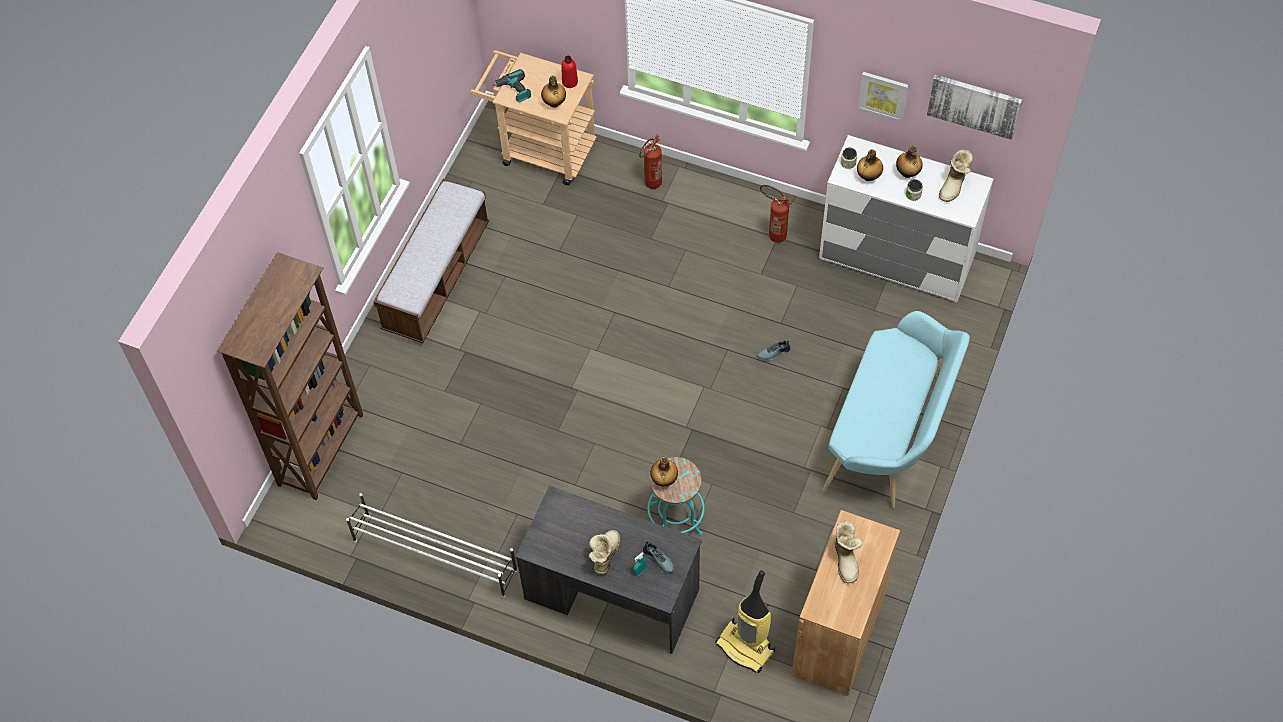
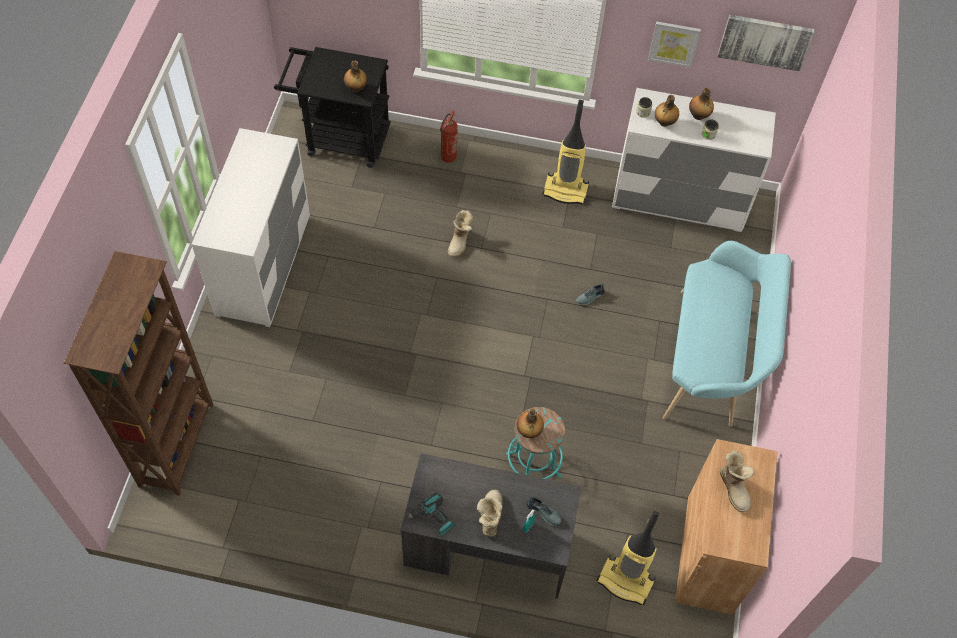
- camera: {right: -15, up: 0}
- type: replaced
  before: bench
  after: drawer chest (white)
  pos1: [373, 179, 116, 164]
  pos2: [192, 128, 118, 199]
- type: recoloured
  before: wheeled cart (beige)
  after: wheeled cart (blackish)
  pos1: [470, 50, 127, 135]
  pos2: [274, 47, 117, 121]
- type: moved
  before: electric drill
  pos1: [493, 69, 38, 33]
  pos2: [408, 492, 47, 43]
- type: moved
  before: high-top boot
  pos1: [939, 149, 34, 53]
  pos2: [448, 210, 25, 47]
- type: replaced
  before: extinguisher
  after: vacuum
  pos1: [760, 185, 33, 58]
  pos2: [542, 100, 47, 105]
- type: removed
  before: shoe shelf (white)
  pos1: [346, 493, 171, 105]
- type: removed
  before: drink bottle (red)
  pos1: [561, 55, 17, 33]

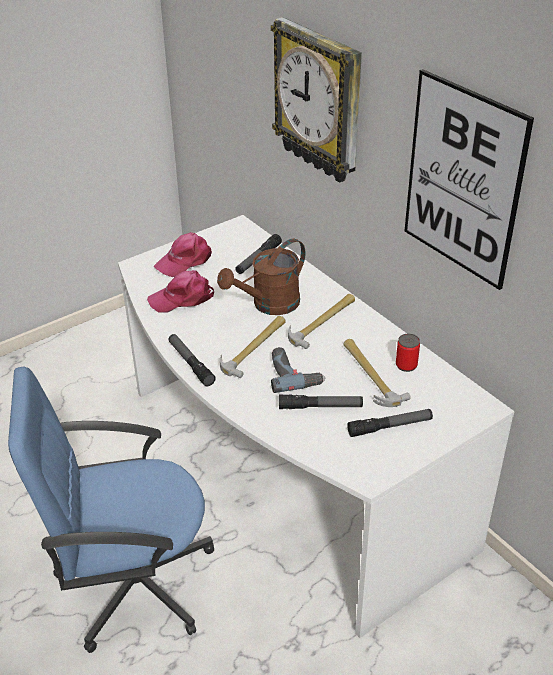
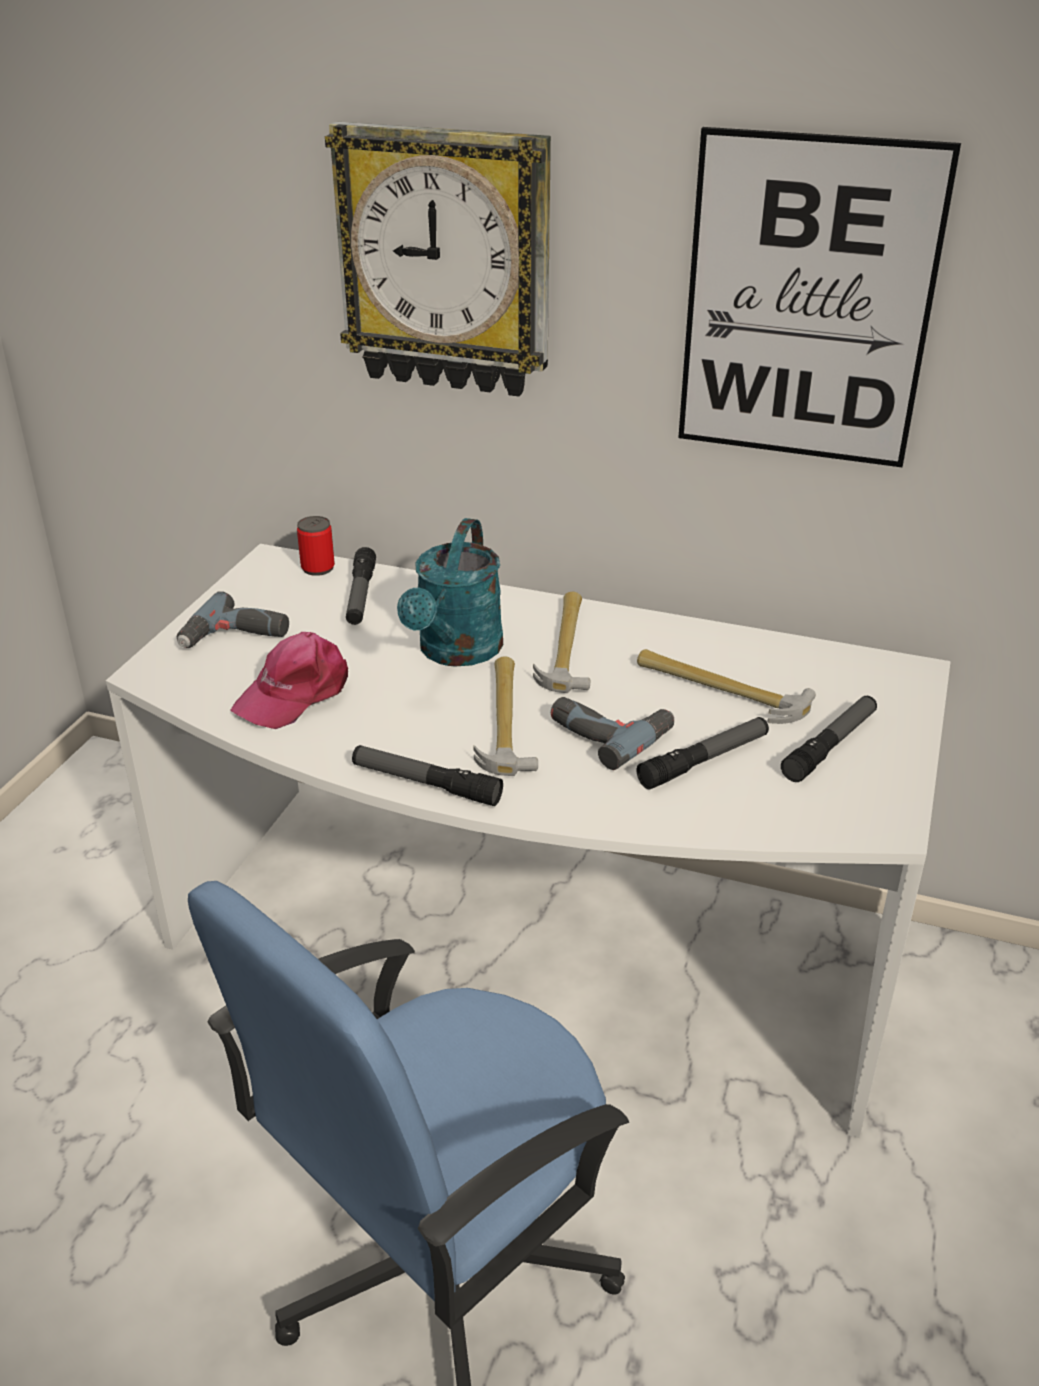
- camera: {right: -35, up: -5}
- type: replaced
  before: cap (pink-coloured)
  after: electric drill
  pos1: [154, 232, 58, 45]
  pos2: [177, 591, 112, 57]
- type: moved
  before: can
  pos1: [396, 334, 24, 38]
  pos2: [297, 516, 38, 60]
- type: recoloured
  before: sprinkling can (brown-coloured)
  after: sprinkling can (turquoise)
  pos1: [217, 239, 88, 76]
  pos2: [397, 518, 106, 148]

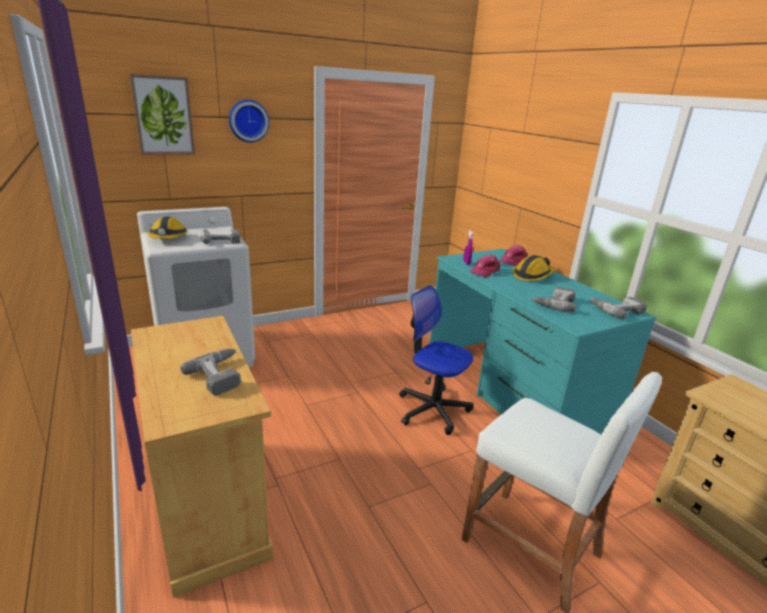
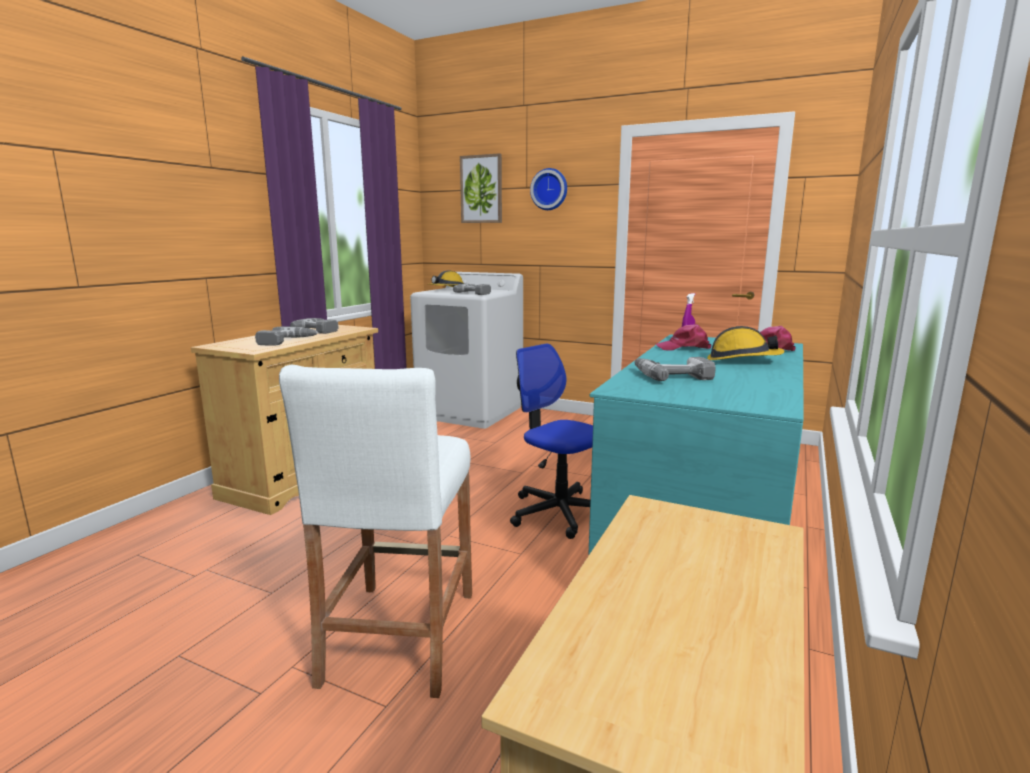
- camera: {right: 55, up: -10}
- type: moved
  before: electric drill
  pos1: [590, 297, 57, 22]
  pos2: [290, 318, 48, 16]
- type: turned
  before: office chair
  pos1: [399, 285, 75, 150]
  pos2: [510, 343, 83, 196]
  turn: -45

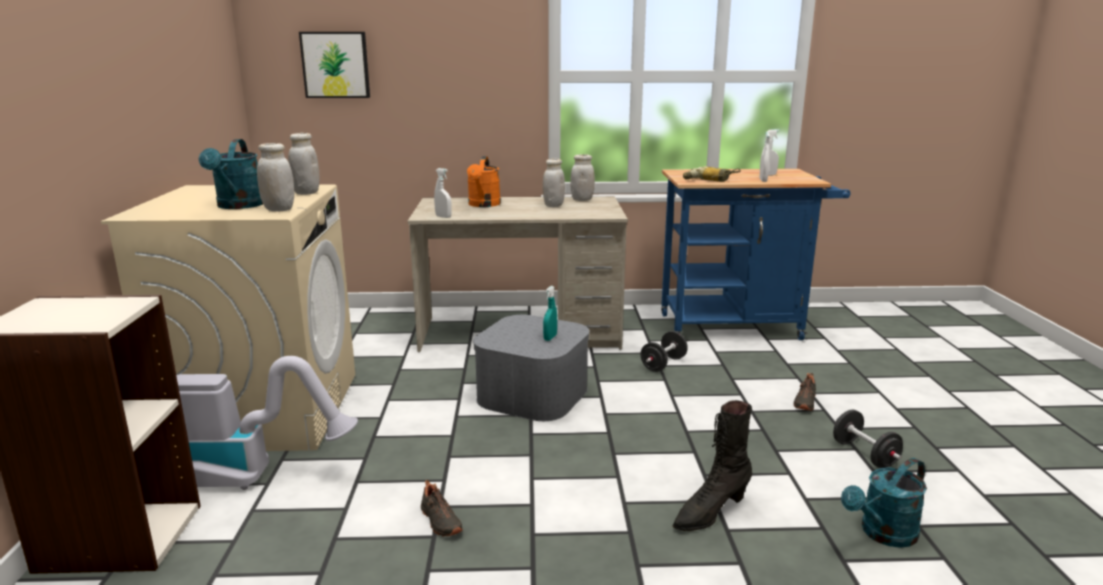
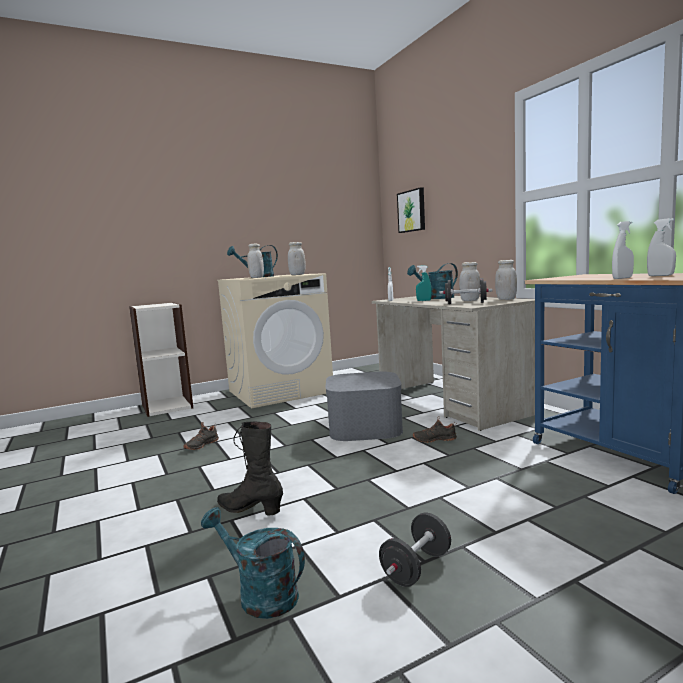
- camera: {right: 65, up: -10}
- type: recoloured
  before: sprinkling can (orange)
  after: sprinkling can (turquoise)
  pos1: [467, 156, 34, 51]
  pos2: [407, 263, 51, 36]
- type: moved
  before: shoe (blackish)
  pos1: [794, 373, 22, 38]
  pos2: [413, 416, 44, 27]
- type: moved
  before: sprayer (turquoise)
  pos1: [543, 286, 14, 55]
  pos2: [416, 265, 16, 36]
- type: moved
  before: free weight (blackish)
  pos1: [641, 331, 47, 41]
  pos2: [439, 278, 54, 26]
- type: removed
  before: vacuum
  pos1: [176, 356, 182, 134]
- type: removed
  before: electric drill
  pos1: [683, 166, 58, 16]

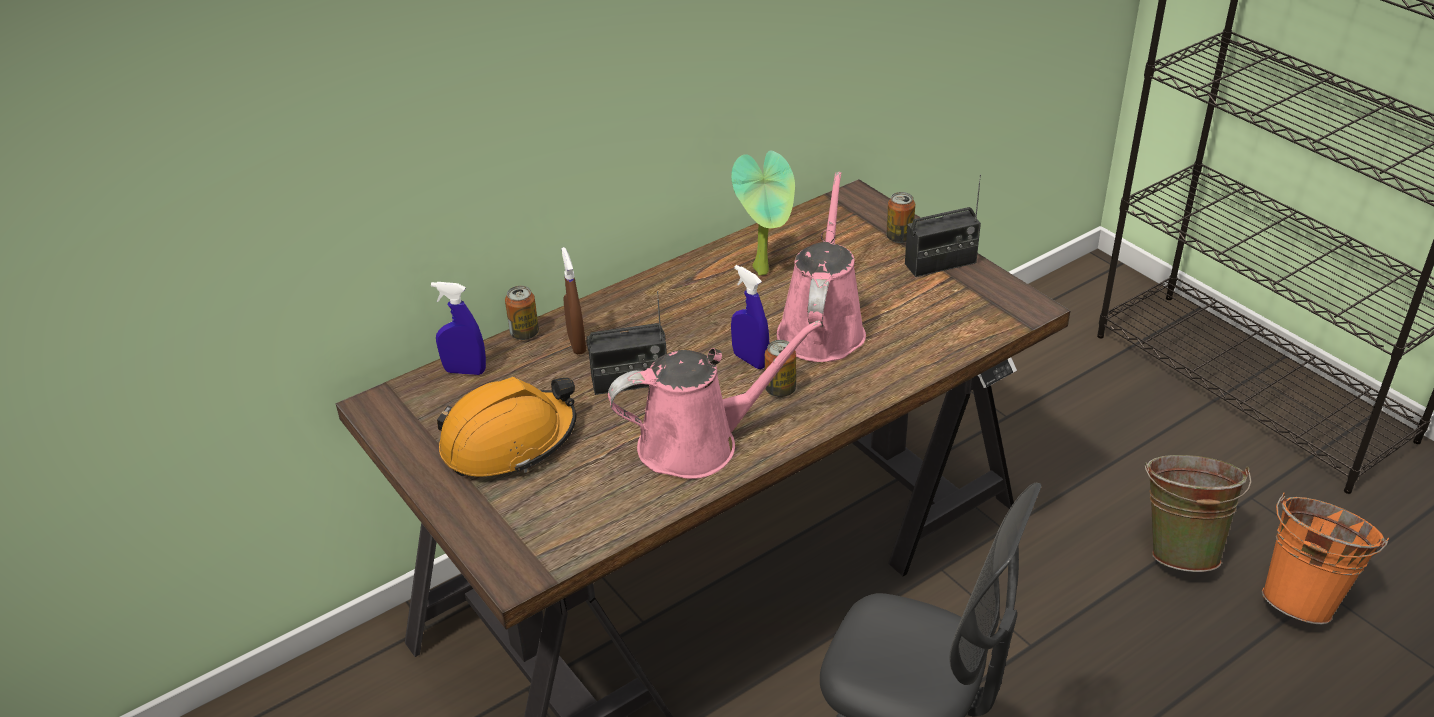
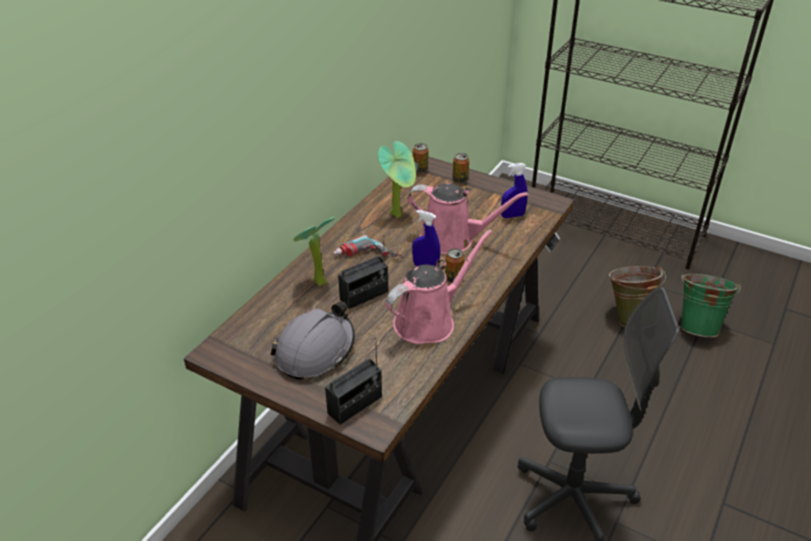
- camera: {right: -25, up: 0}
- type: recoloured
  before: hard hat (orange)
  after: hard hat (gray)
  pos1: [437, 377, 139, 99]
  pos2: [271, 302, 84, 78]
- type: replaced
  before: sprayer (brown-coloured)
  after: potted plant
  pos1: [562, 247, 24, 108]
  pos2: [294, 217, 41, 69]
- type: moved
  before: radio set
  pos1: [905, 174, 76, 103]
  pos2: [325, 338, 57, 87]
- type: added
  after: electric drill
  pos2: [333, 235, 70, 23]
- type: turned
  before: sprinkling can (pink-coloured)
  pos1: [777, 172, 89, 190]
  pos2: [407, 183, 121, 71]
  turn: 120
- type: moved
  before: can
  pos1: [505, 286, 34, 54]
  pos2: [413, 143, 16, 30]
- type: moved
  before: sprayer (blue-coloured)
  pos1: [431, 282, 55, 93]
  pos2: [501, 163, 27, 55]
- type: recoloured
  before: water bucket (orange)
  after: water bucket (greenish)
  pos1: [1262, 493, 127, 131]
  pos2: [681, 274, 60, 63]

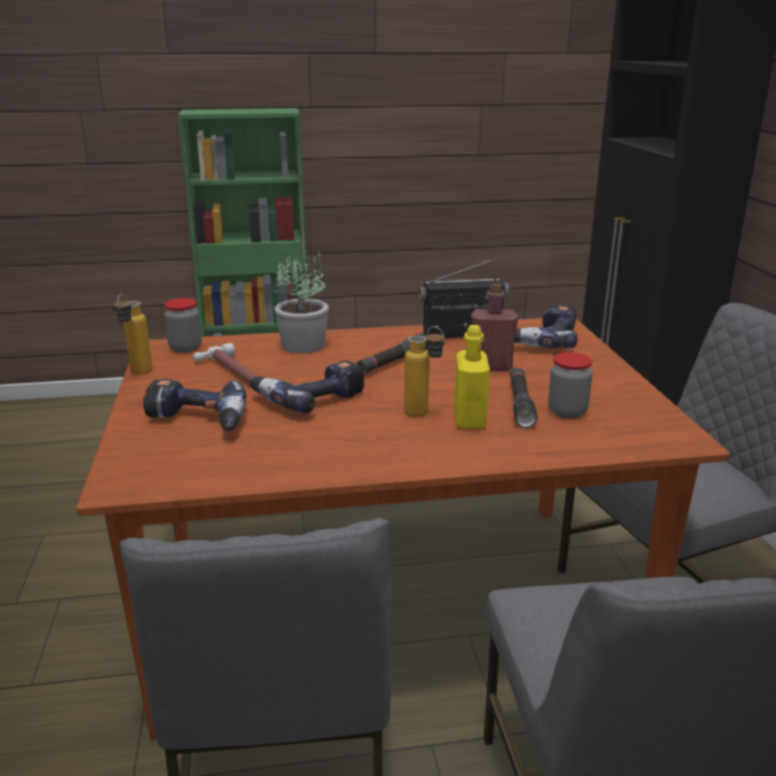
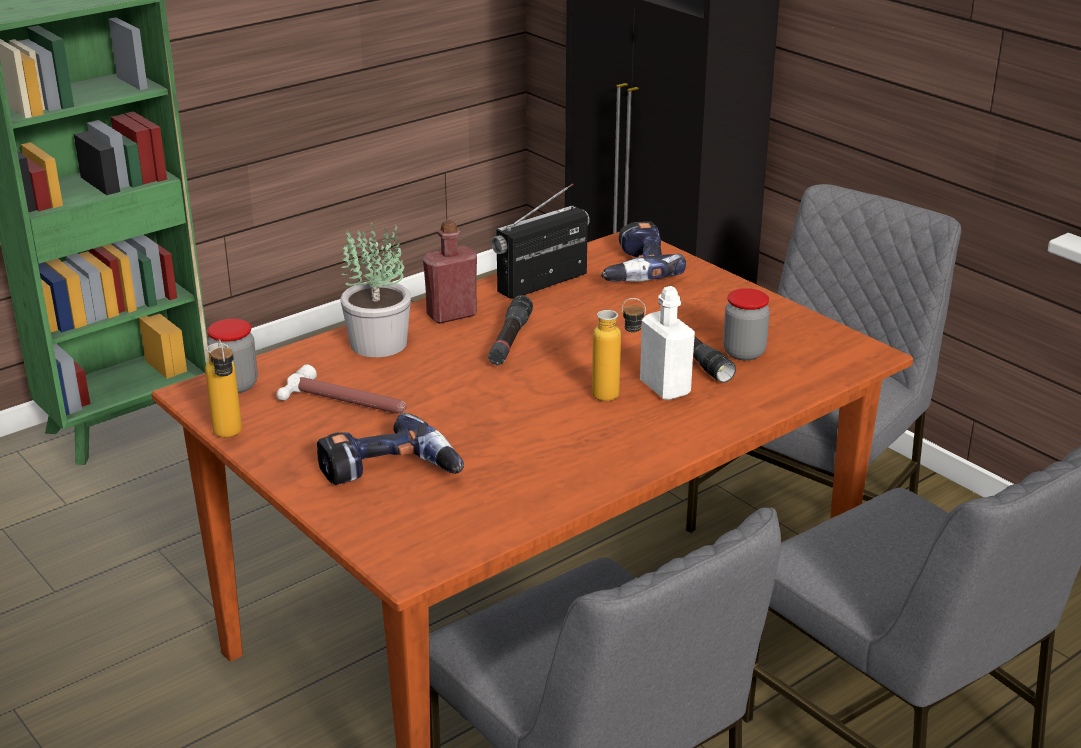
- camera: {right: -30, up: 5}
- type: moved
  before: drink bottle (red)
  pos1: [471, 283, 47, 88]
  pos2: [423, 220, 54, 104]
- type: recoloured
  before: drink bottle (yellow)
  after: drink bottle (white)
  pos1: [454, 325, 36, 104]
  pos2: [640, 286, 55, 114]
- type: removed
  before: electric drill
  pos1: [249, 361, 115, 52]

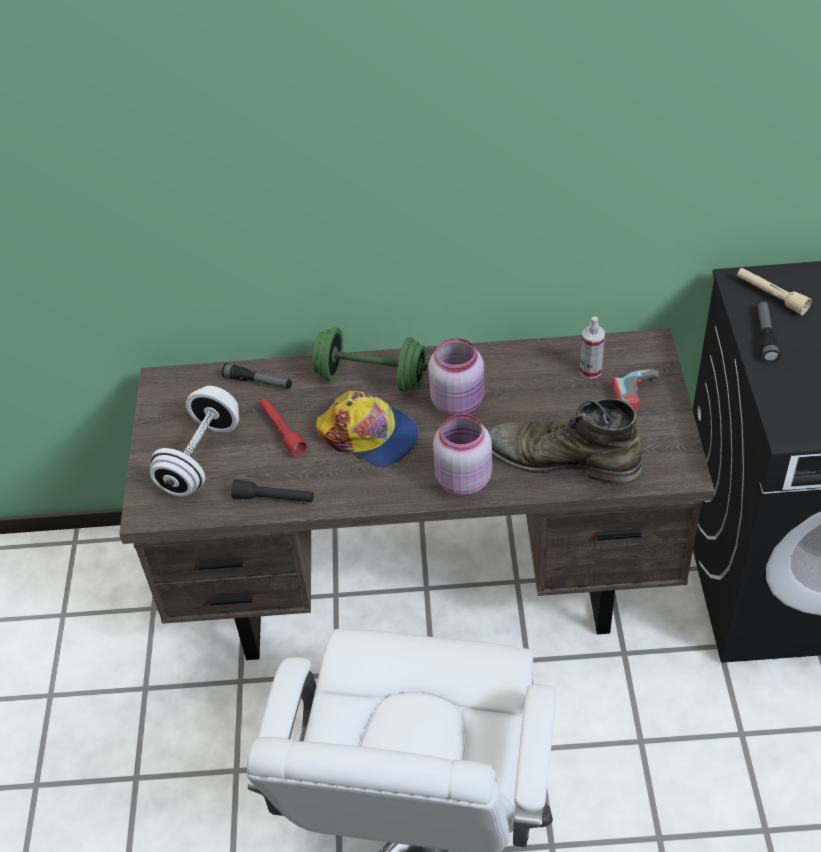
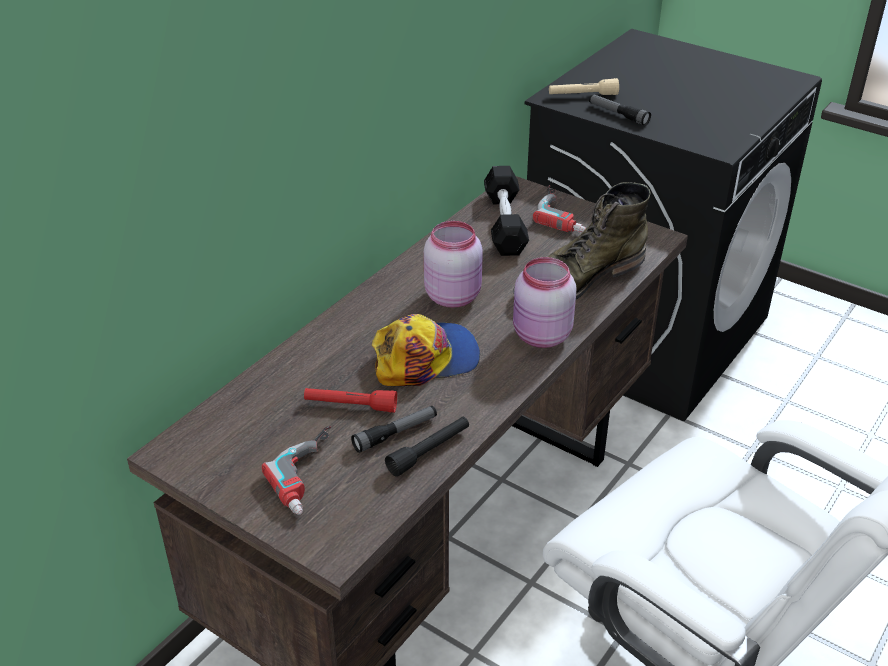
- camera: {right: -55, up: -10}
- type: replaced
  before: free weight (white)
  after: electric drill
  pos1: [150, 386, 89, 110]
  pos2: [262, 426, 69, 89]
- type: moved
  before: flashlight
  pos1: [222, 363, 70, 26]
  pos2: [351, 406, 86, 47]
- type: replaced
  before: sprayer
  after: free weight (blackish)
  pos1: [580, 317, 25, 62]
  pos2: [484, 166, 45, 90]
- type: removed
  before: free weight (greenish)
  pos1: [312, 327, 115, 65]

